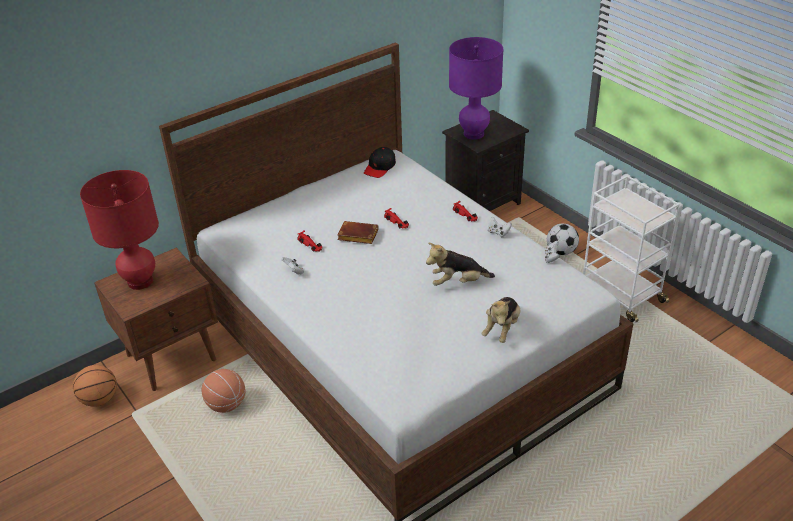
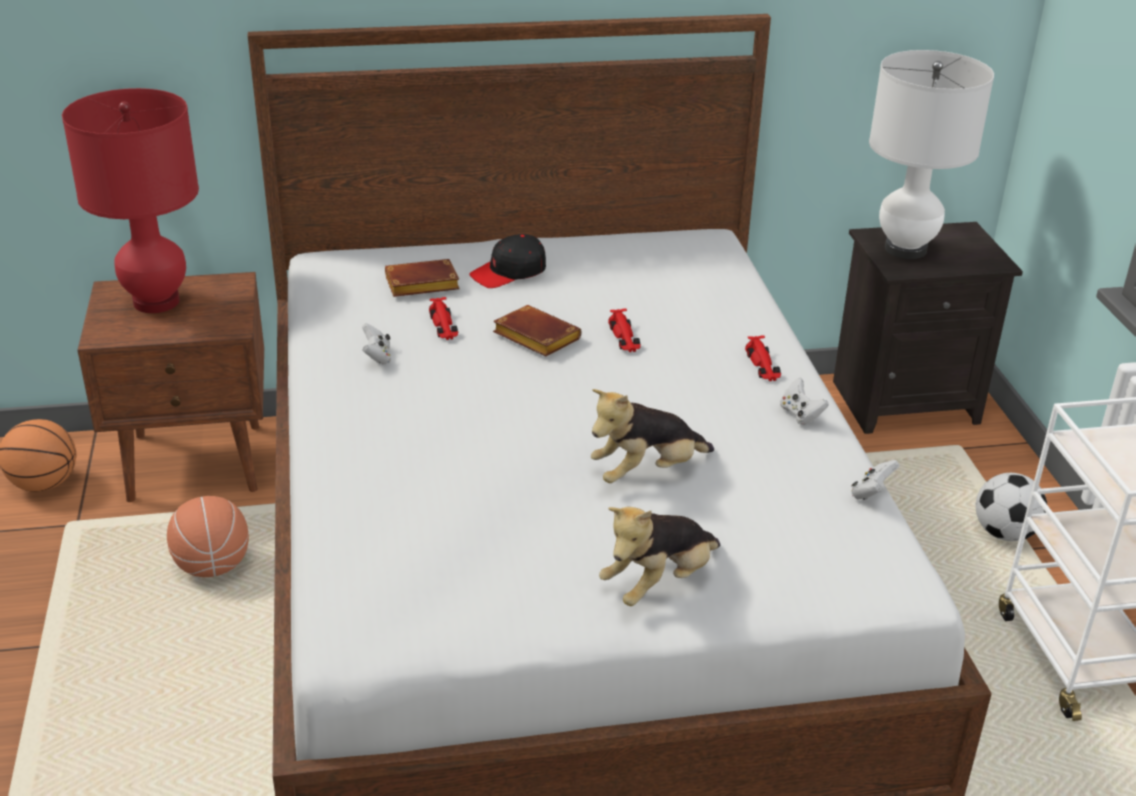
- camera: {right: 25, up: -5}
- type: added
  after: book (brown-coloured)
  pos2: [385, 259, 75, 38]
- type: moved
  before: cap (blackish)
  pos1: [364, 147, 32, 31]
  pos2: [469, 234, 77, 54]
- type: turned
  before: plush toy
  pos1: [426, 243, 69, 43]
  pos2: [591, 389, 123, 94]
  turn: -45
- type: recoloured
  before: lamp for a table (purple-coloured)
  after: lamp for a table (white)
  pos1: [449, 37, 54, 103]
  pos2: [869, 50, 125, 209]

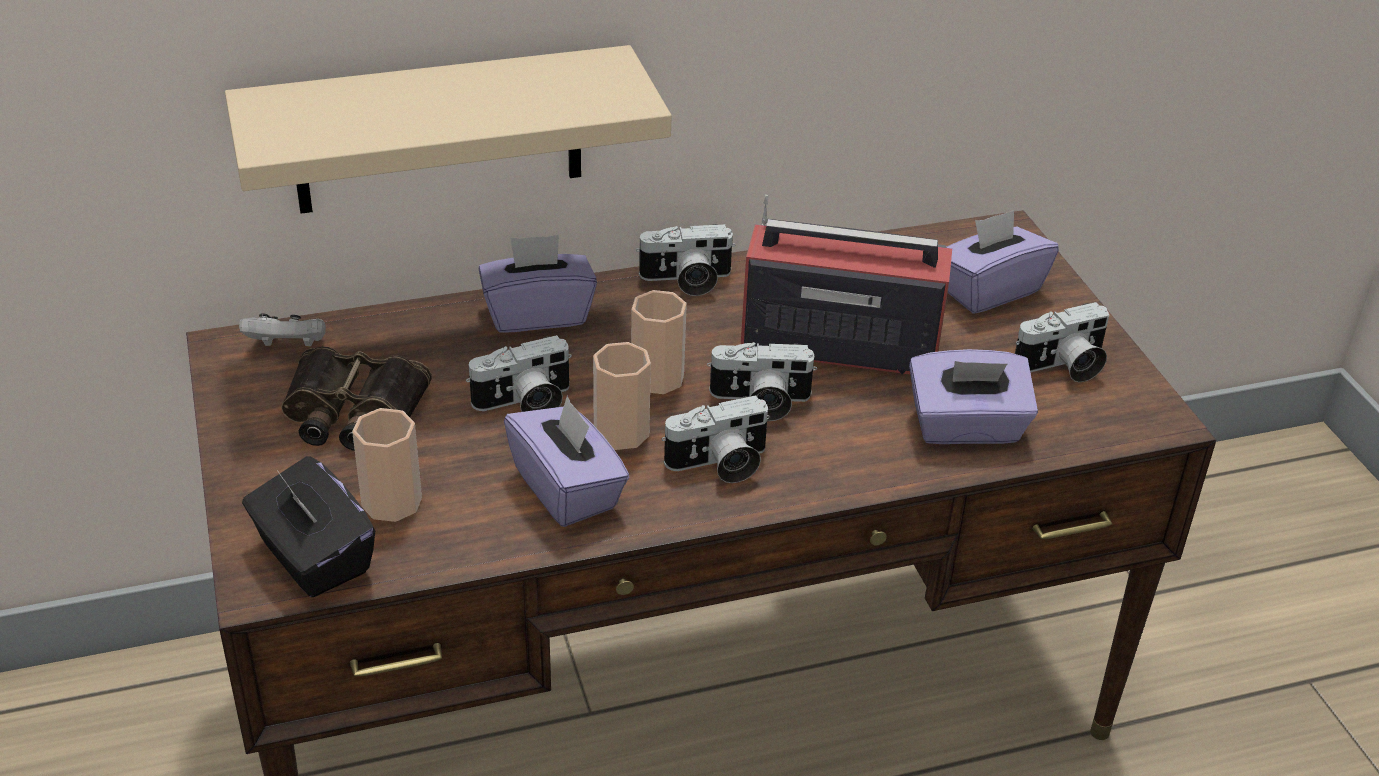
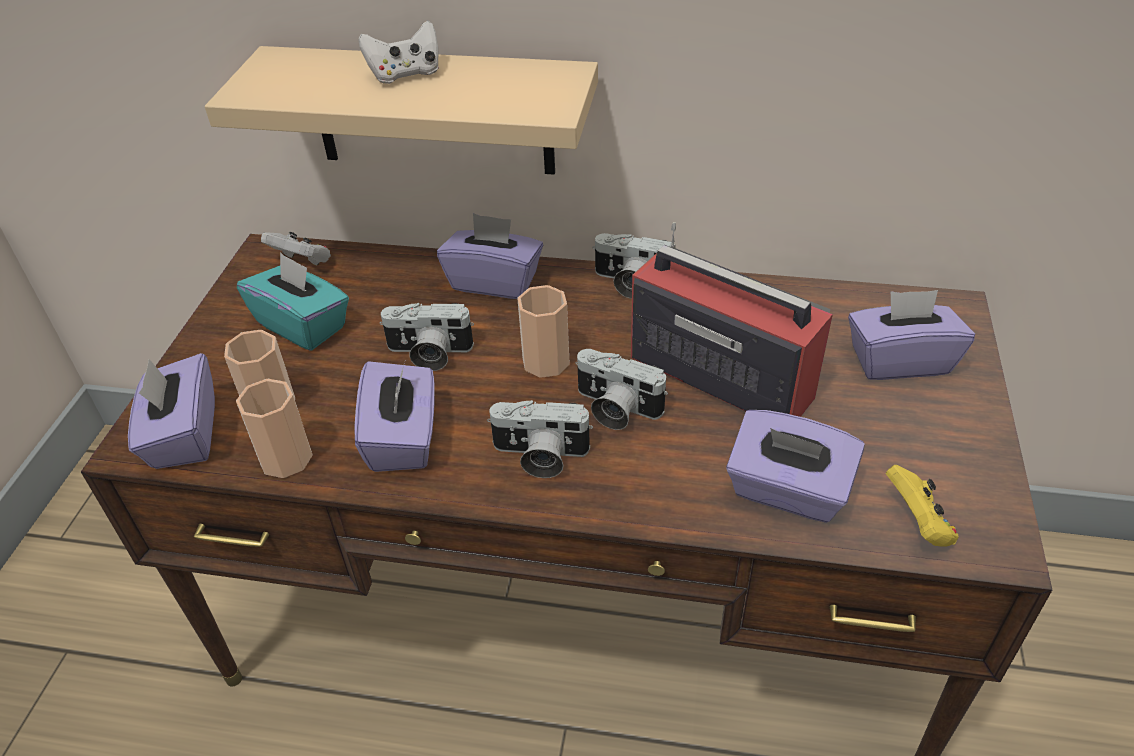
- camera: {right: 30, up: 5}
- type: recoloured
  before: tissue box (blackish)
  after: tissue box (purple-coloured)
  pos1: [242, 456, 133, 141]
  pos2: [128, 353, 87, 116]
- type: moved
  before: cup
  pos1: [593, 342, 58, 108]
  pos2: [236, 379, 77, 99]
- type: replaced
  before: binoculars
  after: tissue box (turquoise)
  pos1: [281, 346, 151, 105]
  pos2: [237, 252, 112, 98]
- type: added
  after: gamepad (white)
  pos2: [359, 20, 80, 64]
- type: added
  after: gamepad (yellow)
  pos2: [886, 465, 73, 82]
- type: removed
  before: still camera
  pos1: [1015, 302, 94, 80]

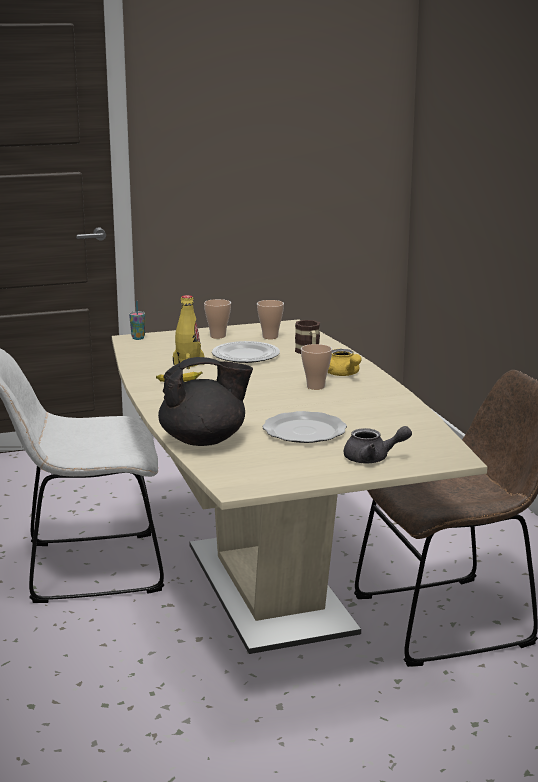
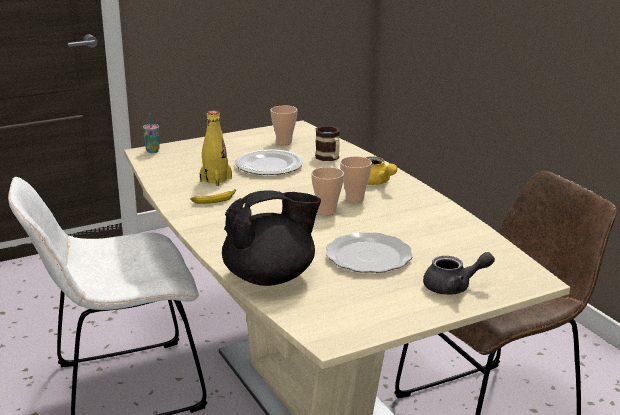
- camera: {right: -10, up: 5}
- type: moved
  before: cup
  pos1: [204, 299, 27, 40]
  pos2: [311, 167, 33, 48]

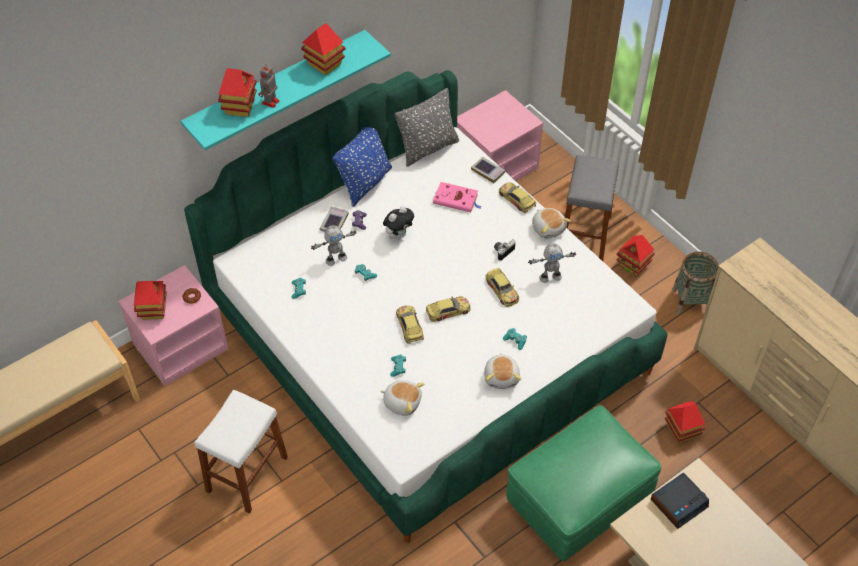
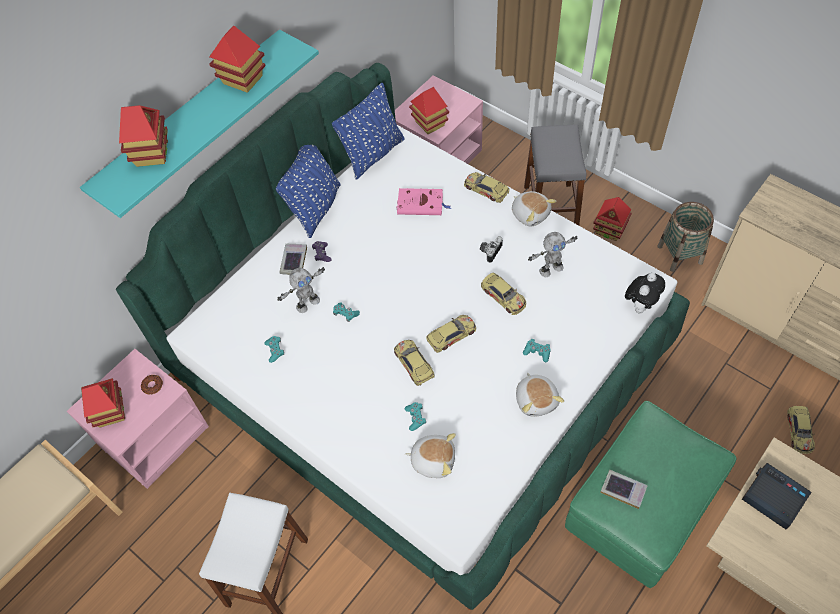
- camera: {right: -10, up: 5}
- type: recoloured
  before: cushion (gray)
  after: cushion (blue-coloured)
  pos1: [395, 88, 64, 79]
  pos2: [332, 83, 72, 97]
- type: moved
  before: model house
  pos1: [665, 401, 40, 42]
  pos2: [409, 87, 40, 47]
- type: moved
  before: book
  pos1: [471, 157, 34, 26]
  pos2: [600, 470, 48, 39]
- type: moved
  before: plush toy
  pos1: [383, 206, 31, 33]
  pos2: [625, 273, 40, 41]
- type: turned
  before: bedside clock
  pos1: [651, 473, 58, 56]
  pos2: [742, 463, 70, 66]
  turn: -90
- type: added
  after: model car
  pos2: [787, 406, 28, 48]
- type: removed
  before: robot figure
  pos1: [258, 65, 22, 43]

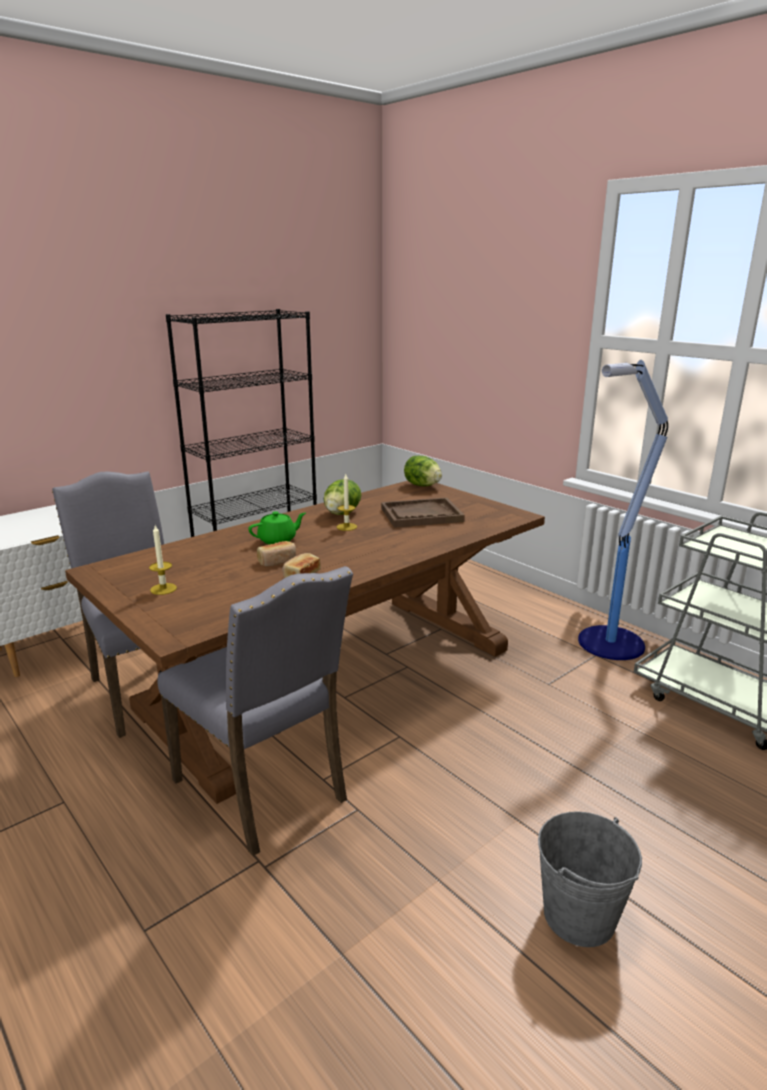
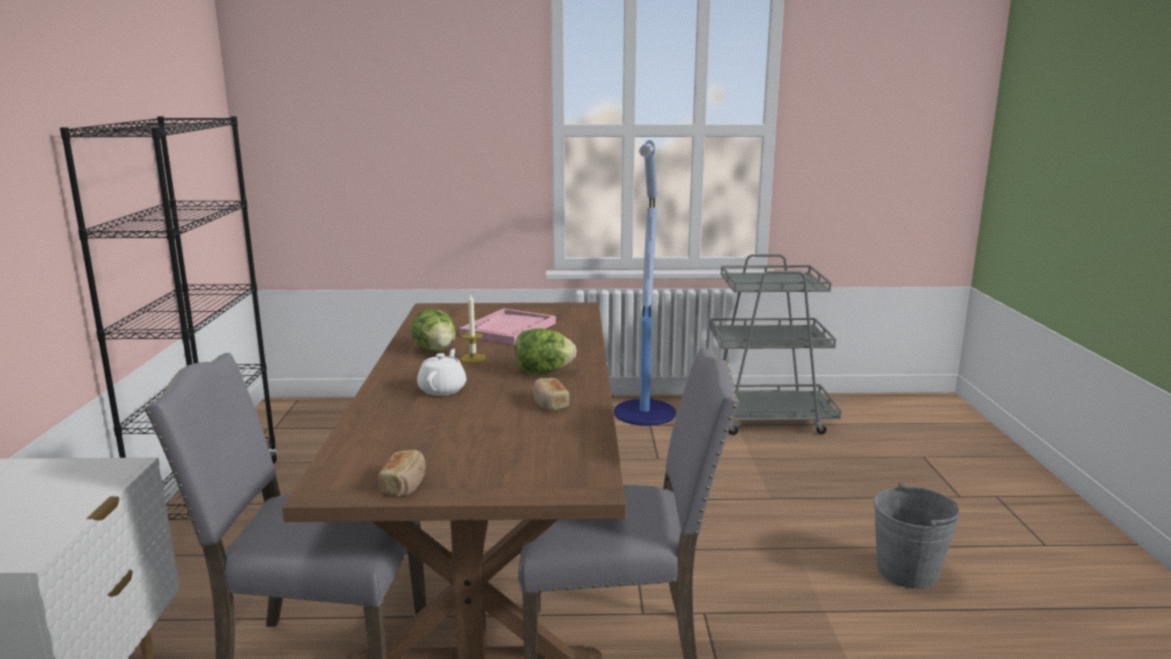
- camera: {right: -50, up: -5}
- type: moved
  before: baked bread
  pos1: [257, 541, 39, 25]
  pos2: [378, 450, 47, 47]
- type: recoloured
  before: pot for tea (greenish)
  after: pot for tea (white)
  pos1: [248, 511, 58, 33]
  pos2: [417, 349, 49, 47]
- type: recoloured
  before: serving tray (brown-coloured)
  after: serving tray (pink-coloured)
  pos1: [381, 498, 84, 30]
  pos2: [459, 308, 97, 37]
- type: moved
  before: lettuce head
  pos1: [404, 456, 38, 30]
  pos2: [515, 328, 62, 46]
- type: removed
  before: wax candle
  pos1: [149, 525, 28, 70]

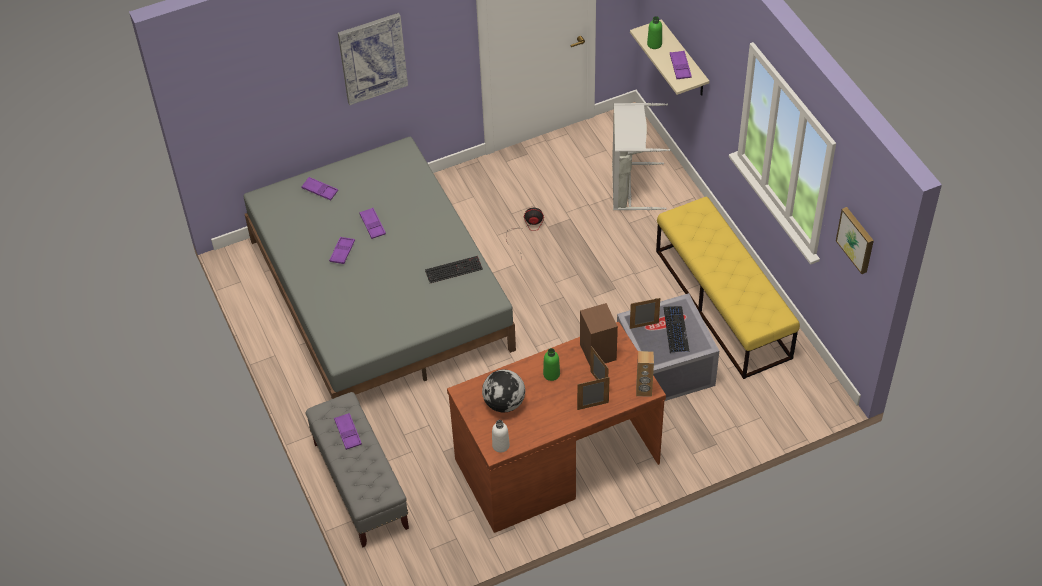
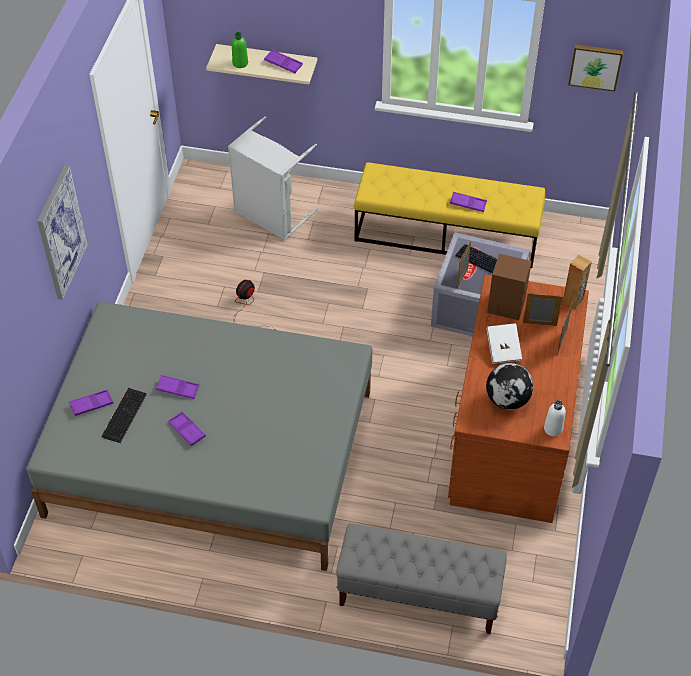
- camera: {right: -55, up: 0}
- type: moved
  before: PC keyboard
  pos1: [425, 256, 58, 27]
  pos2: [101, 388, 46, 55]
- type: moved
  before: serving tray (purple-coloured)
  pos1: [334, 413, 28, 37]
  pos2: [450, 192, 37, 20]
- type: replaced
  before: drink bottle (greenish)
  after: book (white)
  pos1: [543, 348, 17, 33]
  pos2: [487, 323, 35, 41]

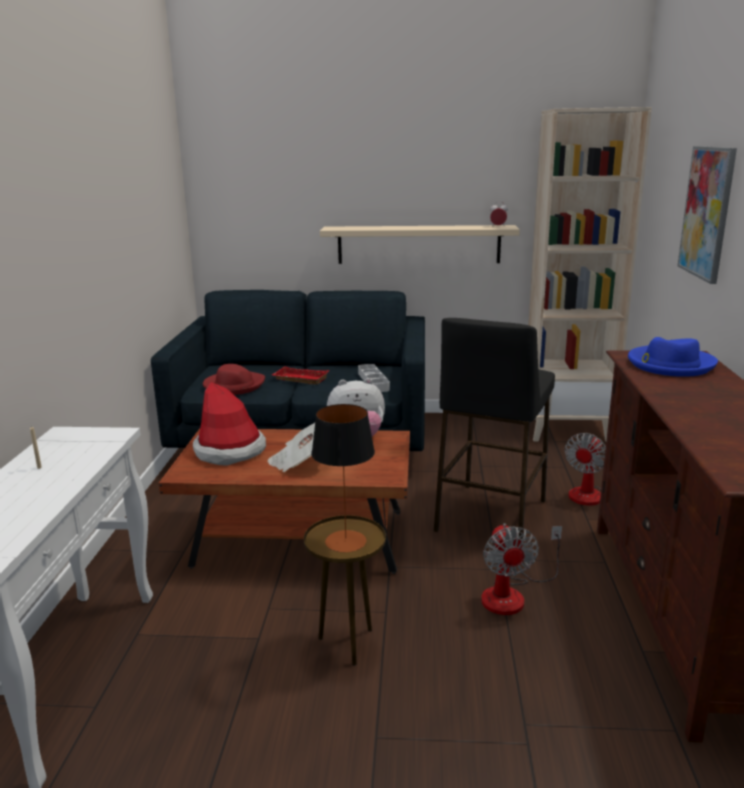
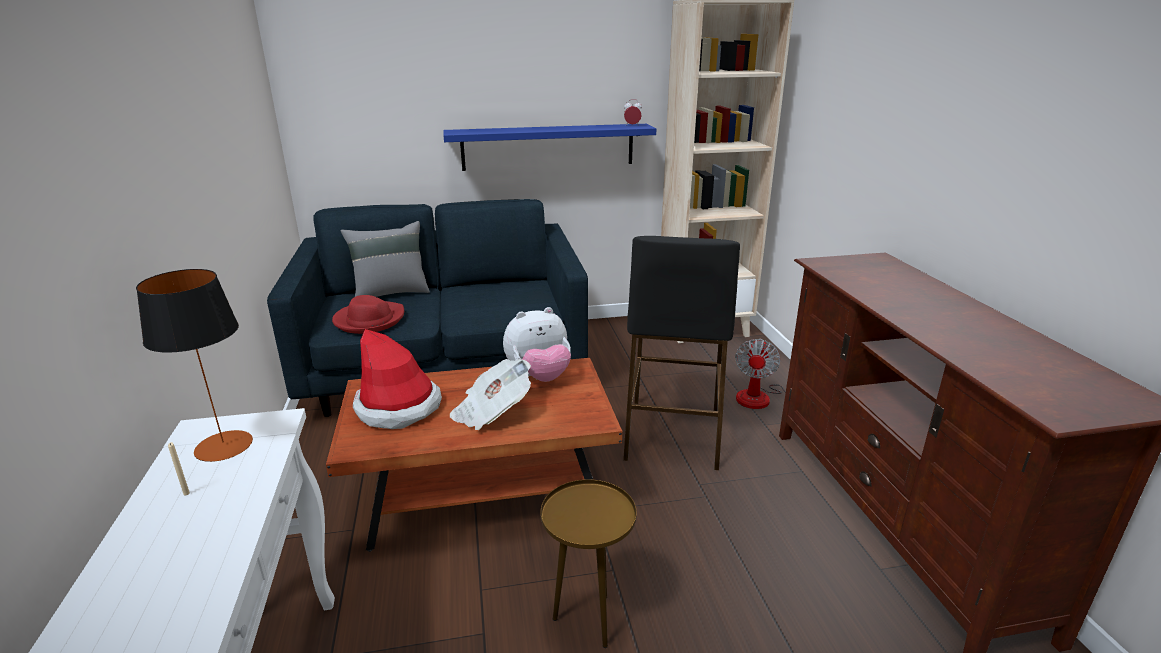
- camera: {right: -15, up: 5}
- type: moved
  before: lamp for a table
  pos1: [311, 404, 64, 148]
  pos2: [136, 269, 117, 193]
- type: added
  after: cushion (gray)
  pos2: [341, 221, 89, 76]
- type: recoloured
  before: wall shelf (beige)
  after: wall shelf (blue-coloured)
  pos1: [320, 225, 200, 39]
  pos2: [443, 124, 213, 47]
- type: removed
  before: serving tray (red)
  pos1: [272, 366, 57, 19]
- type: removed
  before: serving tray (gray)
  pos1: [358, 364, 32, 28]
- type: removed
  before: cooling fan
  pos1: [481, 523, 81, 92]
- type: removed
  before: hat (blue-coloured)
  pos1: [628, 337, 90, 40]
- type: removed
  before: wall picture
  pos1: [677, 146, 60, 138]

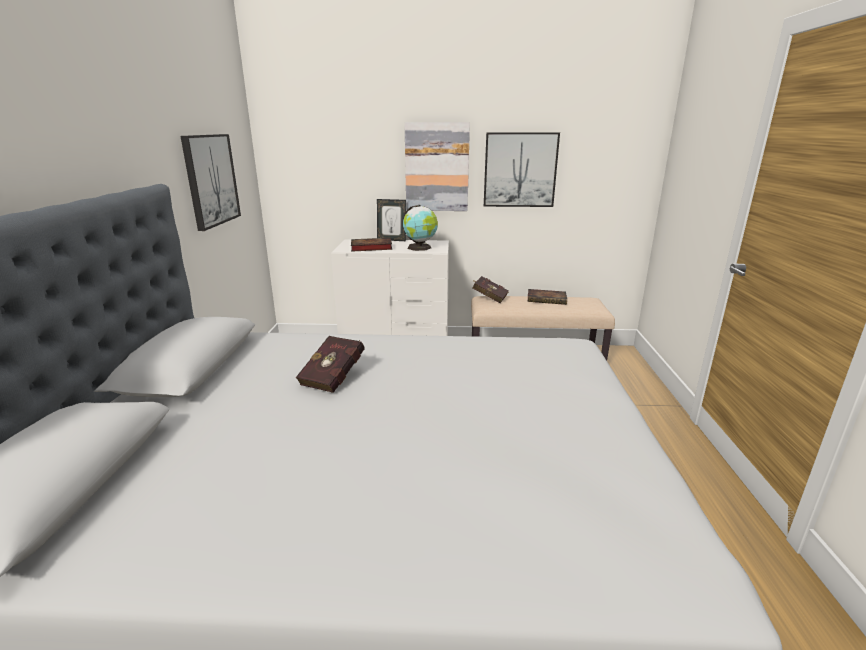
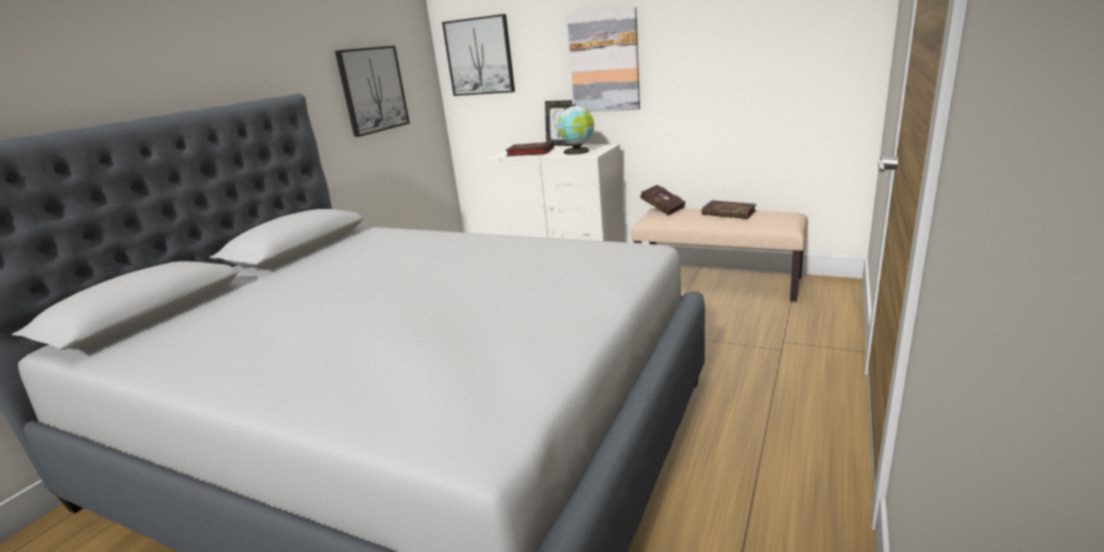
- camera: {right: 25, up: 0}
- type: moved
  before: wall picture
  pos1: [484, 132, 76, 75]
  pos2: [442, 14, 73, 82]
- type: removed
  before: book (red)
  pos1: [296, 336, 68, 57]

